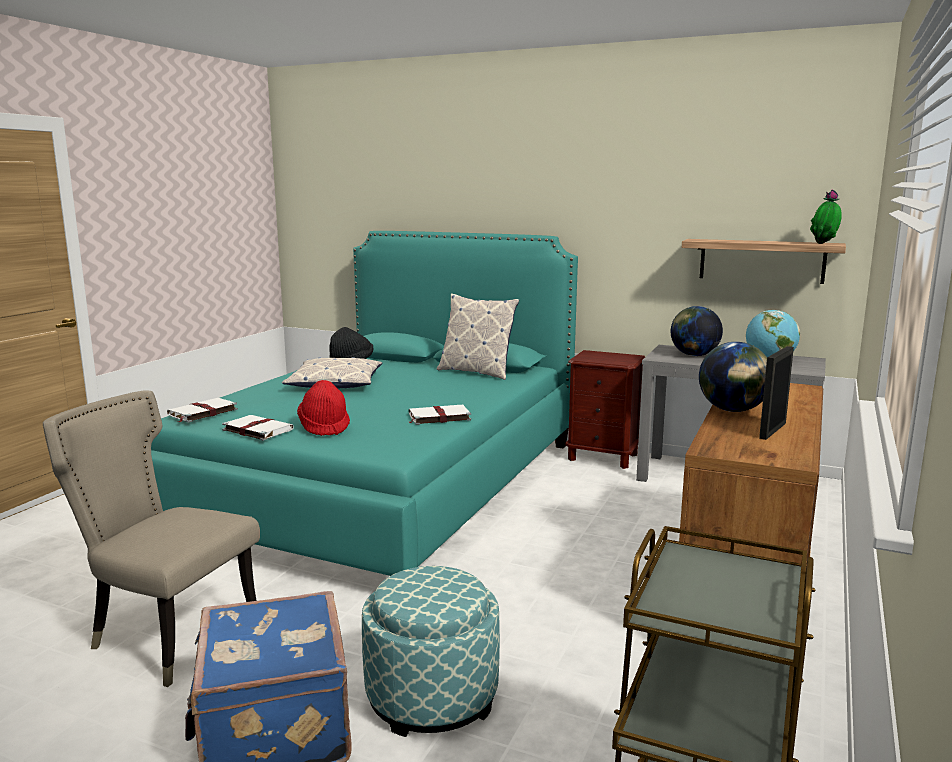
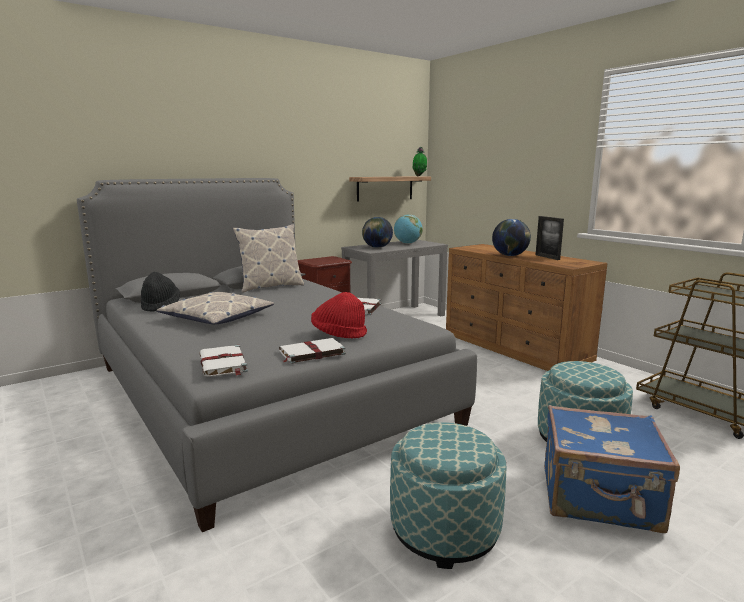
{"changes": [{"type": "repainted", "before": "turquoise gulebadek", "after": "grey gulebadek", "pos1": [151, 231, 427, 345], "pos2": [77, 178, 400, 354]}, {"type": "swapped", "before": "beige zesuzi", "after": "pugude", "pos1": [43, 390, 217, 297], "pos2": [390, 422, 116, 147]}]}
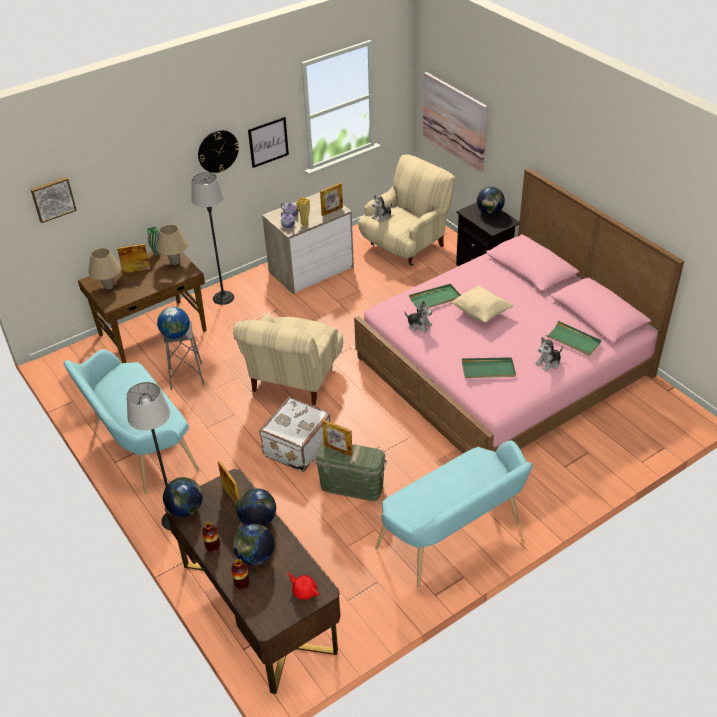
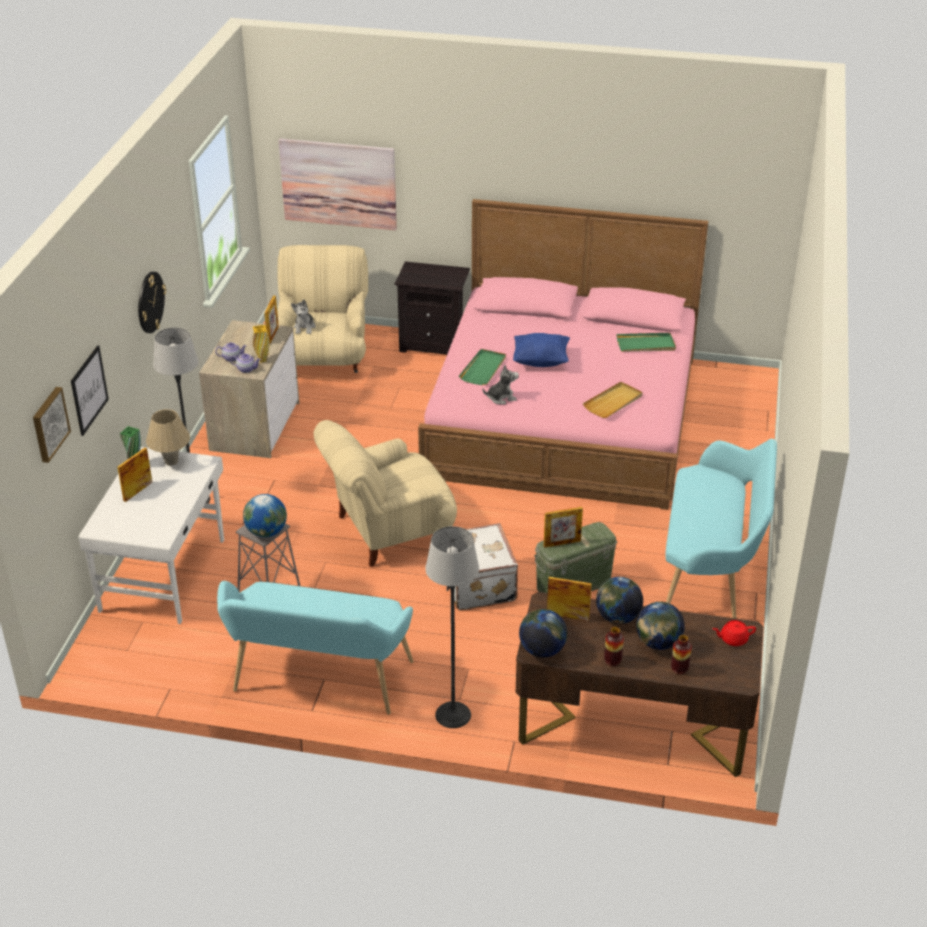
{"changes": [{"type": "shifted", "before": "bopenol", "pos1": [248, 117, 41, 51], "pos2": [71, 345, 38, 91]}, {"type": "repainted", "before": "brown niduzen", "after": "white niduzen", "pos1": [78, 251, 129, 112], "pos2": [79, 447, 145, 177]}, {"type": "rotated", "before": "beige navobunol", "pos1": [233, 313, 110, 92], "pos2": [313, 420, 144, 147], "turn": 90}, {"type": "repainted", "before": "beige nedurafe", "after": "blue nedurafe", "pos1": [451, 285, 63, 37], "pos2": [513, 333, 57, 34]}, {"type": "repainted", "before": "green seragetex", "after": "beige seragetex", "pos1": [462, 357, 54, 21], "pos2": [583, 382, 60, 36]}, {"type": "gone", "before": "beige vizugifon", "pos1": [88, 248, 33, 41]}, {"type": "gone", "before": "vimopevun", "pos1": [477, 187, 28, 28]}, {"type": "gone", "before": "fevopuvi", "pos1": [535, 337, 28, 34]}]}
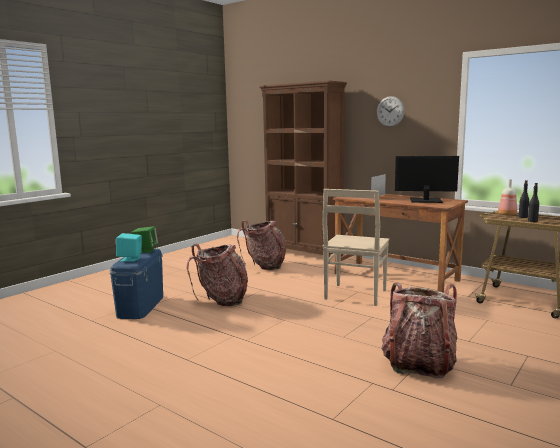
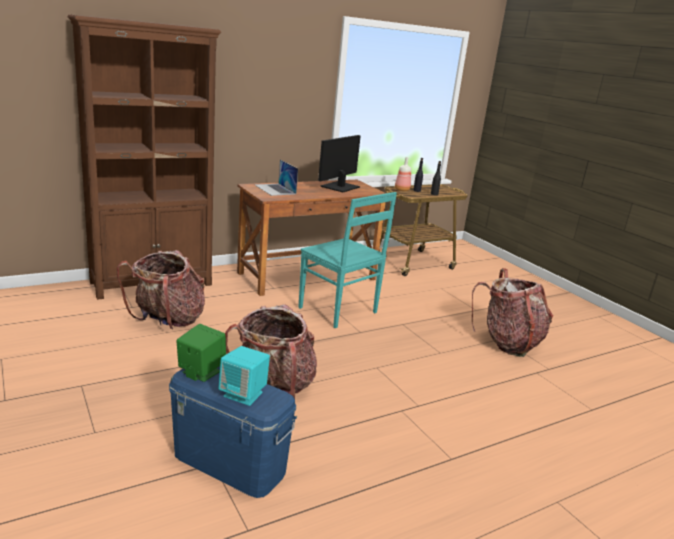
{"changes": [{"type": "repainted", "before": "beige zesuzi", "after": "turquoise zesuzi", "pos1": [322, 189, 67, 117], "pos2": [298, 192, 99, 136]}, {"type": "gone", "before": "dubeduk", "pos1": [377, 96, 27, 31]}]}
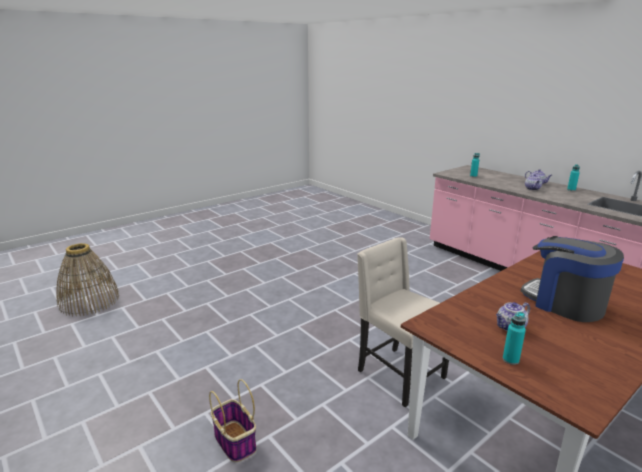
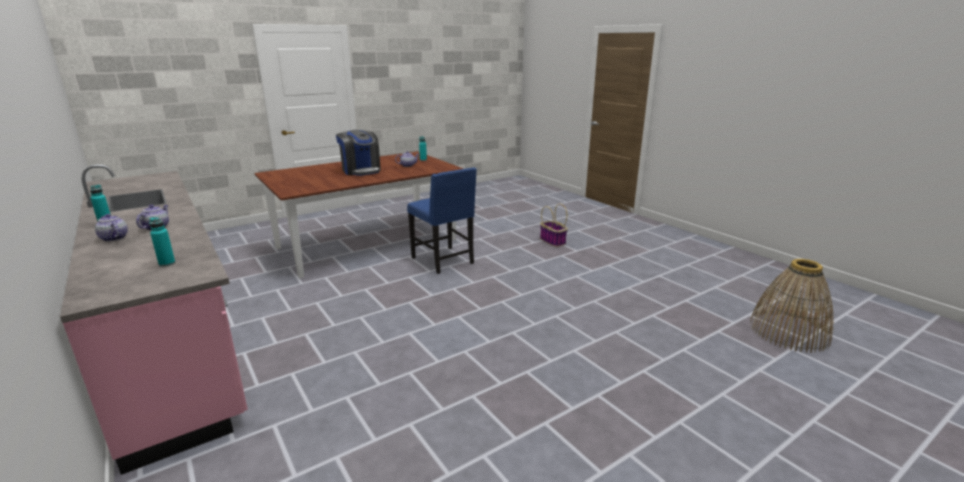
{"changes": [{"type": "repainted", "before": "beige zesuzi", "after": "blue zesuzi", "pos1": [357, 237, 92, 170], "pos2": [407, 167, 70, 107]}]}
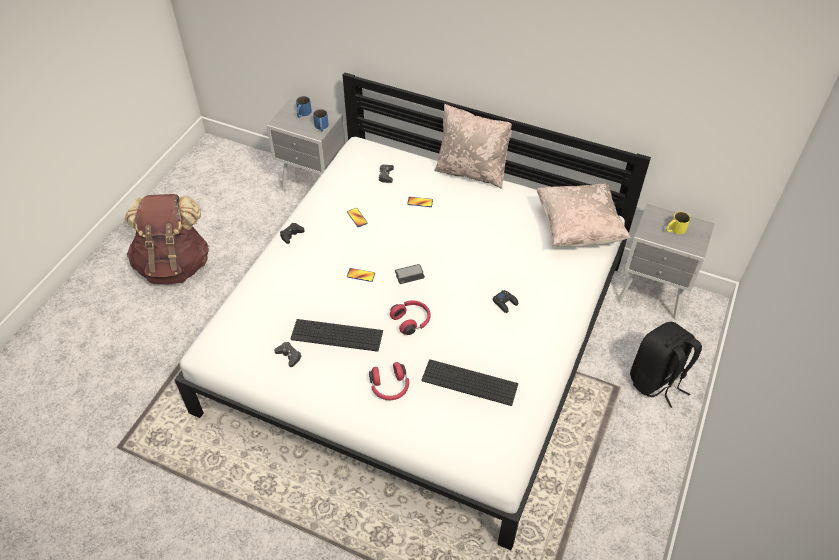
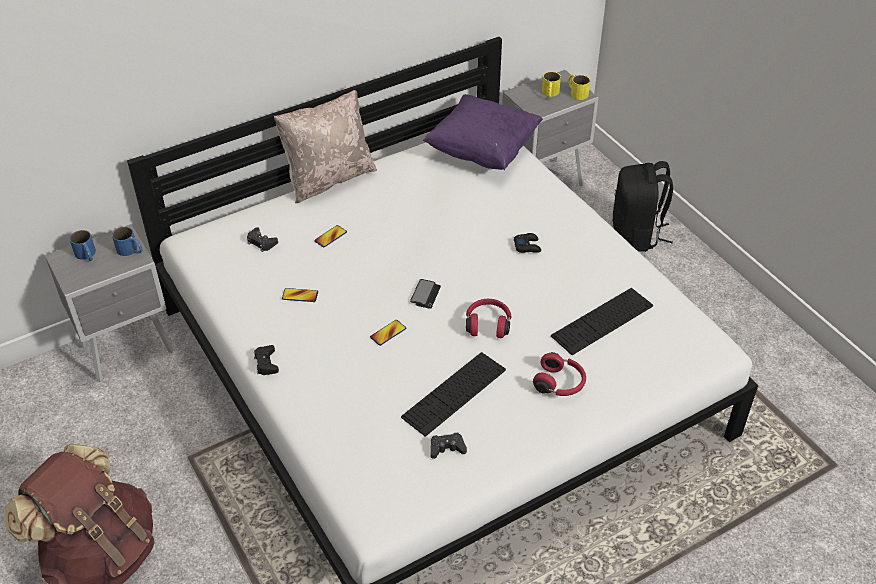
{"changes": [{"type": "repainted", "before": "beige nedurafe", "after": "purple nedurafe", "pos1": [536, 183, 95, 64], "pos2": [423, 94, 120, 76]}, {"type": "new", "after": "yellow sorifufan", "pos2": [568, 74, 22, 26]}]}
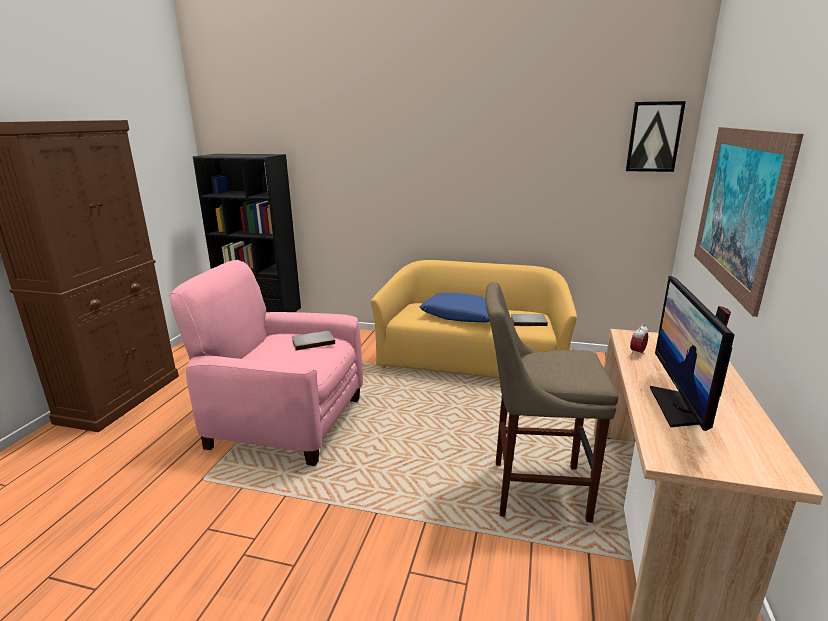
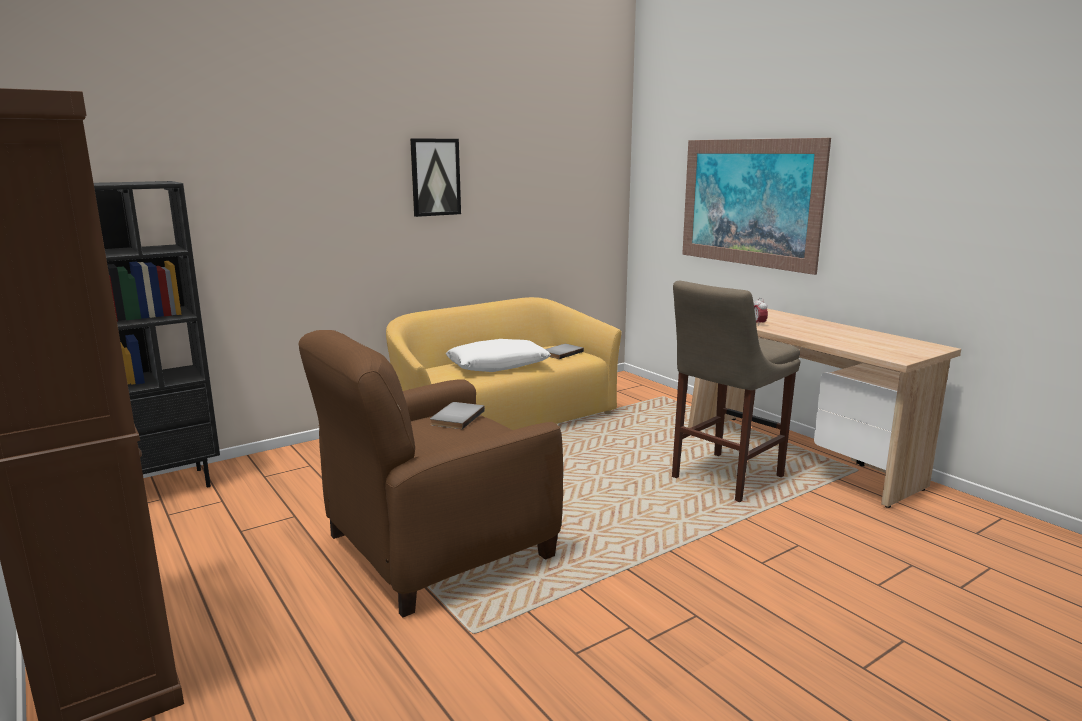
{"changes": [{"type": "repainted", "before": "pink navobunol", "after": "brown navobunol", "pos1": [169, 260, 194, 206], "pos2": [298, 330, 265, 288]}, {"type": "shifted", "before": "bopenol", "pos1": [626, 101, 60, 71], "pos2": [410, 138, 51, 79]}, {"type": "repainted", "before": "blue nedurafe", "after": "white nedurafe", "pos1": [420, 293, 70, 29], "pos2": [446, 339, 105, 33]}, {"type": "gone", "before": "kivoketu", "pos1": [650, 276, 85, 155]}]}
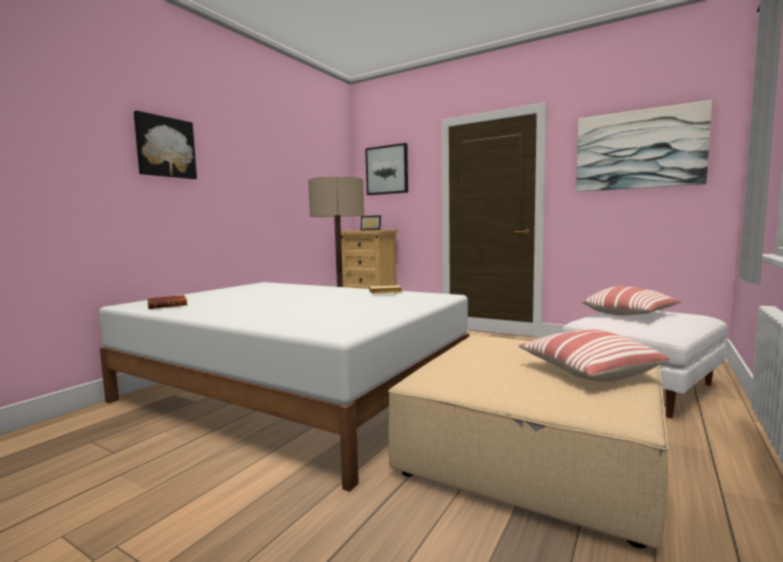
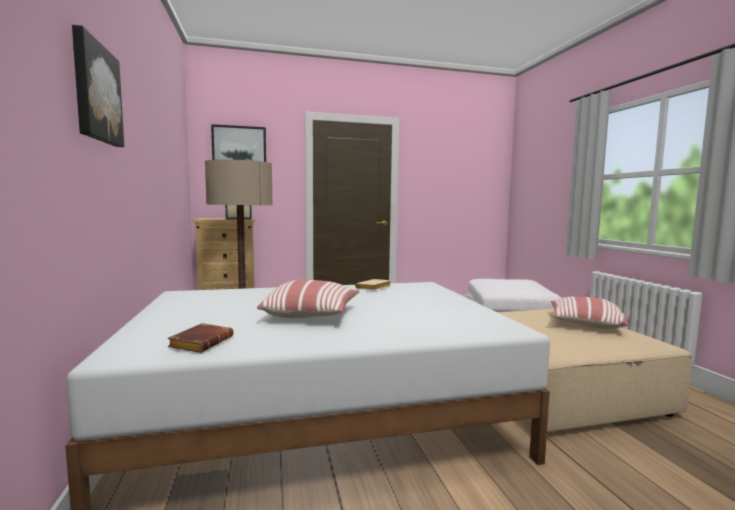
{"changes": [{"type": "shifted", "before": "nedurafe", "pos1": [582, 286, 100, 29], "pos2": [257, 280, 102, 38]}, {"type": "gone", "before": "bopenol", "pos1": [576, 100, 136, 92]}]}
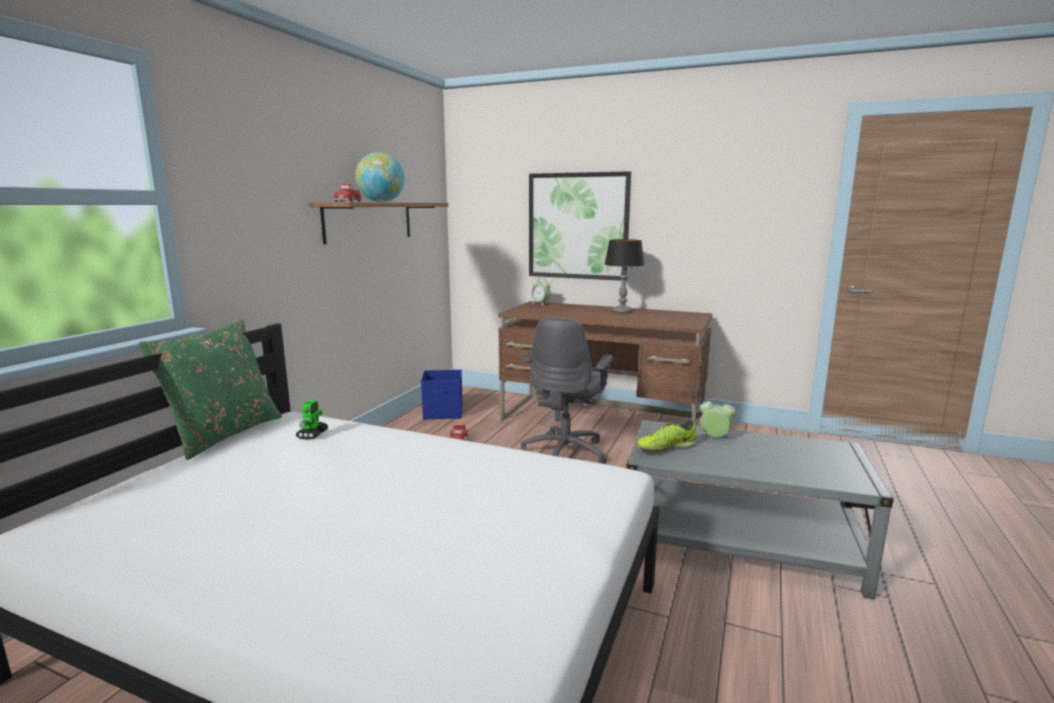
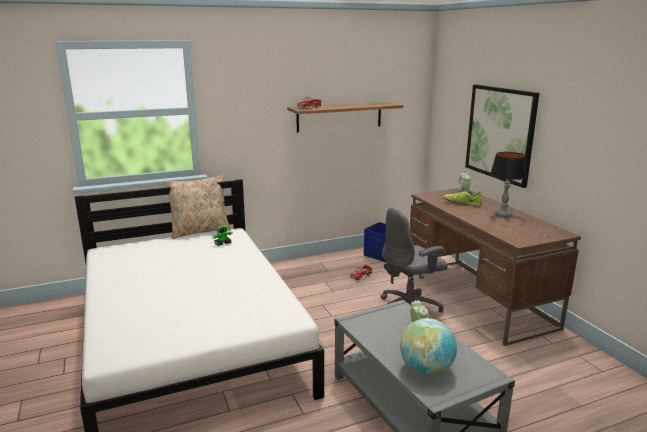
{"changes": [{"type": "repainted", "before": "green nedurafe", "after": "beige nedurafe", "pos1": [138, 319, 144, 141], "pos2": [164, 174, 67, 65]}, {"type": "shifted", "before": "vimopevun", "pos1": [355, 152, 50, 50], "pos2": [400, 318, 57, 58]}, {"type": "shifted", "before": "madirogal", "pos1": [636, 419, 60, 33], "pos2": [444, 190, 38, 16]}]}
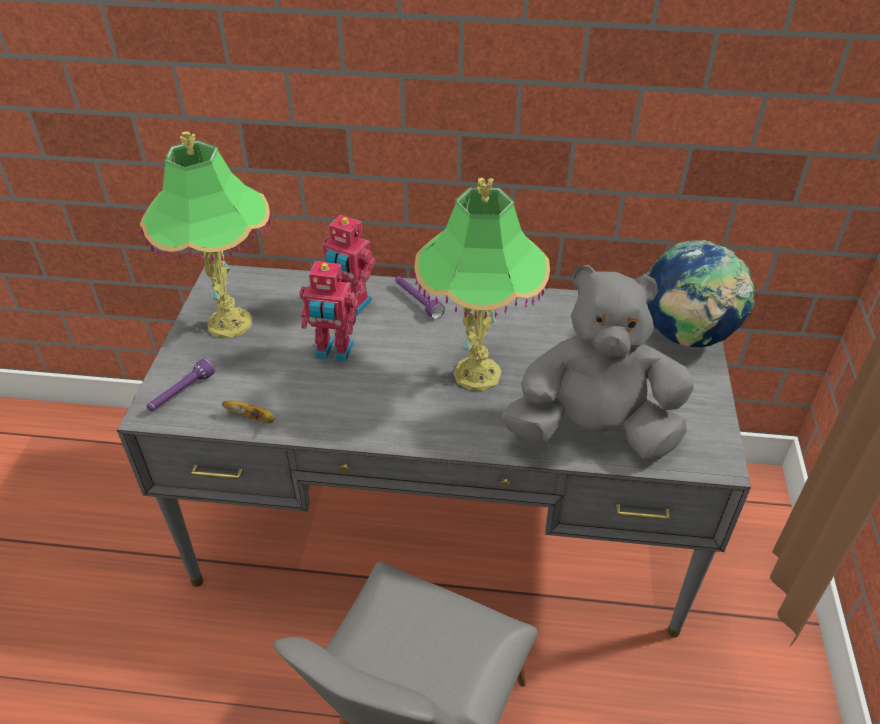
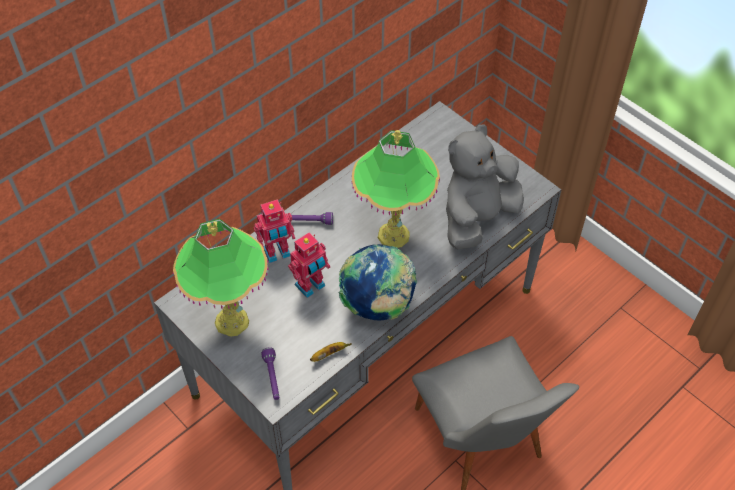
{"changes": [{"type": "shifted", "before": "vimopevun", "pos1": [646, 240, 110, 107], "pos2": [338, 244, 79, 76]}]}
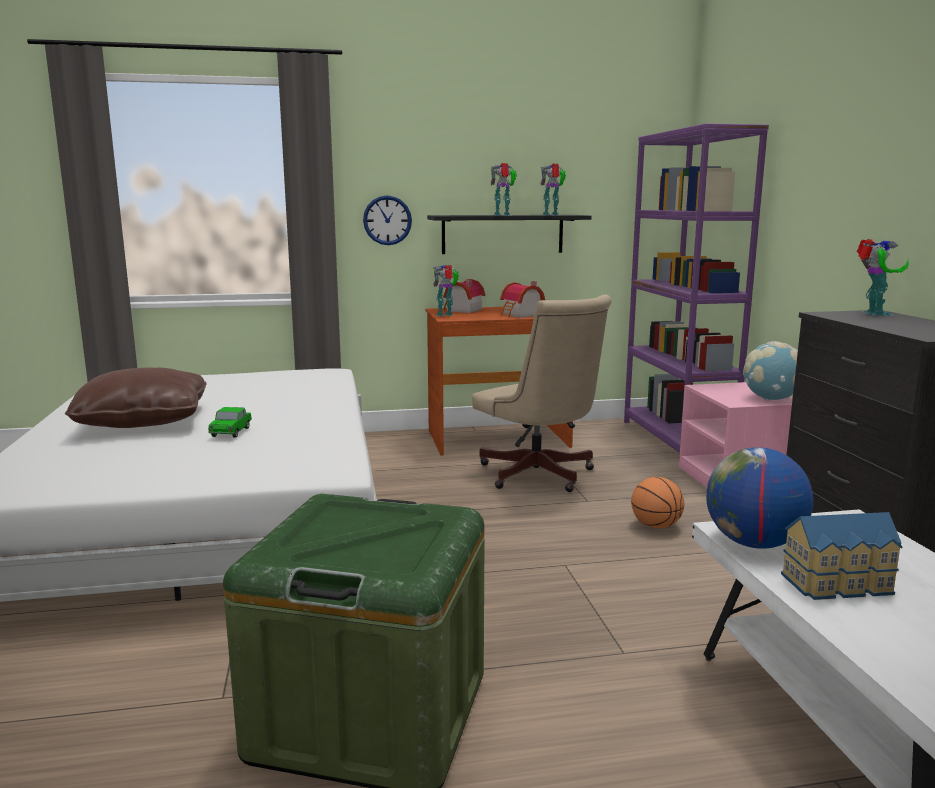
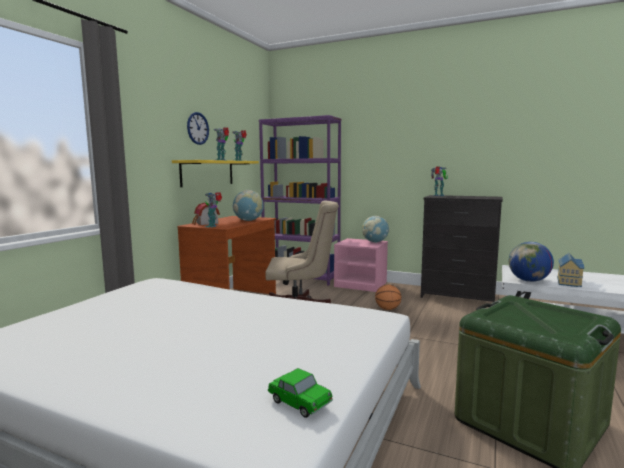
{"changes": [{"type": "repainted", "before": "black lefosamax", "after": "yellow lefosamax", "pos1": [427, 215, 164, 39], "pos2": [172, 160, 87, 27]}, {"type": "shifted", "before": "dubeduk", "pos1": [363, 195, 49, 50], "pos2": [187, 112, 22, 33]}, {"type": "swapped", "before": "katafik", "after": "vimopevun", "pos1": [500, 281, 45, 37], "pos2": [232, 190, 32, 31]}, {"type": "shifted", "before": "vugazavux", "pos1": [208, 407, 44, 31], "pos2": [268, 368, 65, 50]}, {"type": "gone", "before": "brown nedurafe", "pos1": [65, 368, 142, 60]}]}
